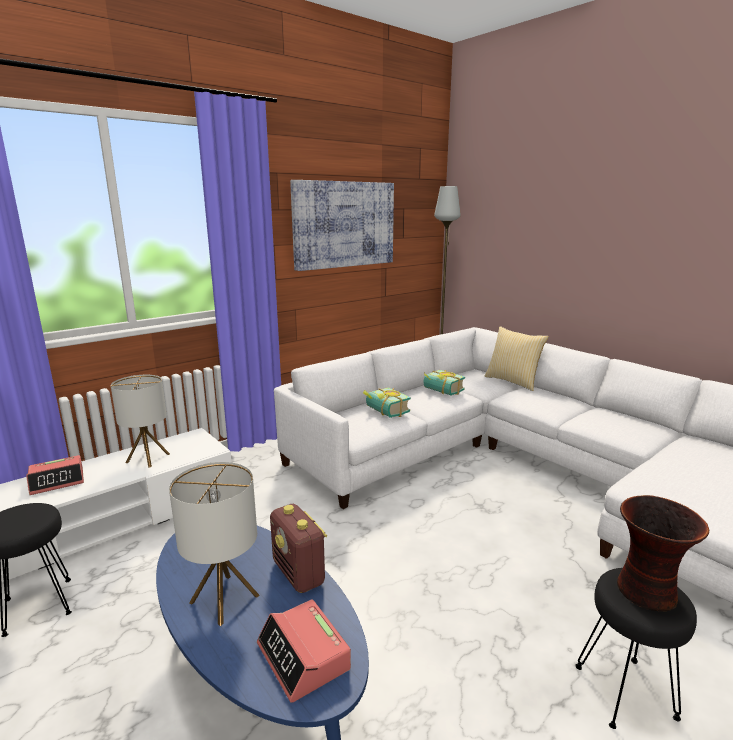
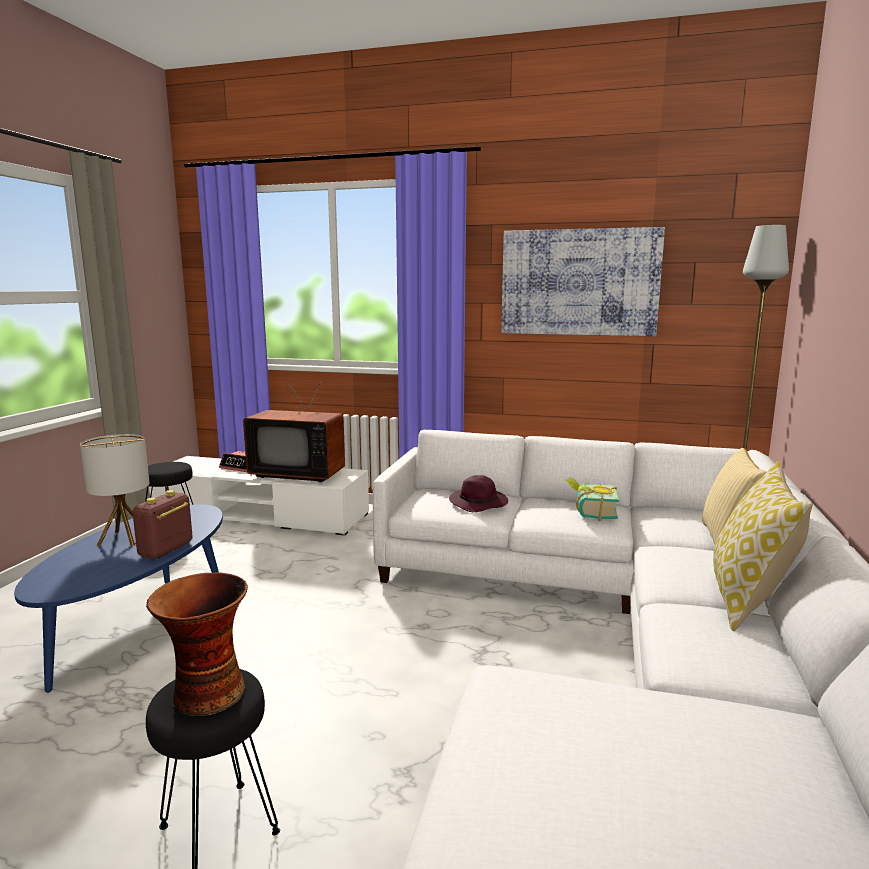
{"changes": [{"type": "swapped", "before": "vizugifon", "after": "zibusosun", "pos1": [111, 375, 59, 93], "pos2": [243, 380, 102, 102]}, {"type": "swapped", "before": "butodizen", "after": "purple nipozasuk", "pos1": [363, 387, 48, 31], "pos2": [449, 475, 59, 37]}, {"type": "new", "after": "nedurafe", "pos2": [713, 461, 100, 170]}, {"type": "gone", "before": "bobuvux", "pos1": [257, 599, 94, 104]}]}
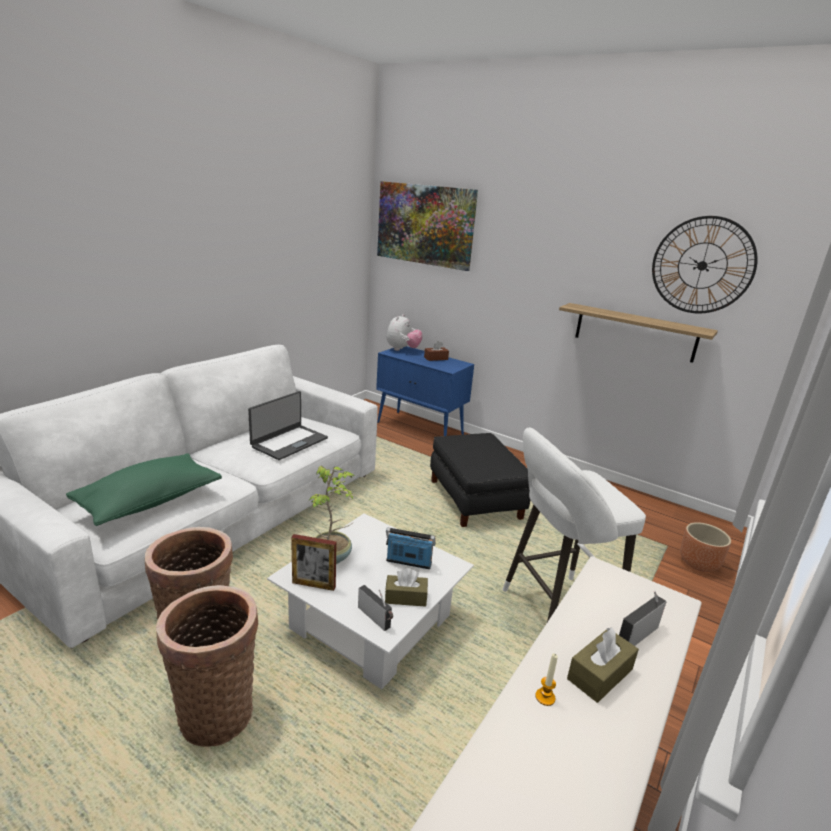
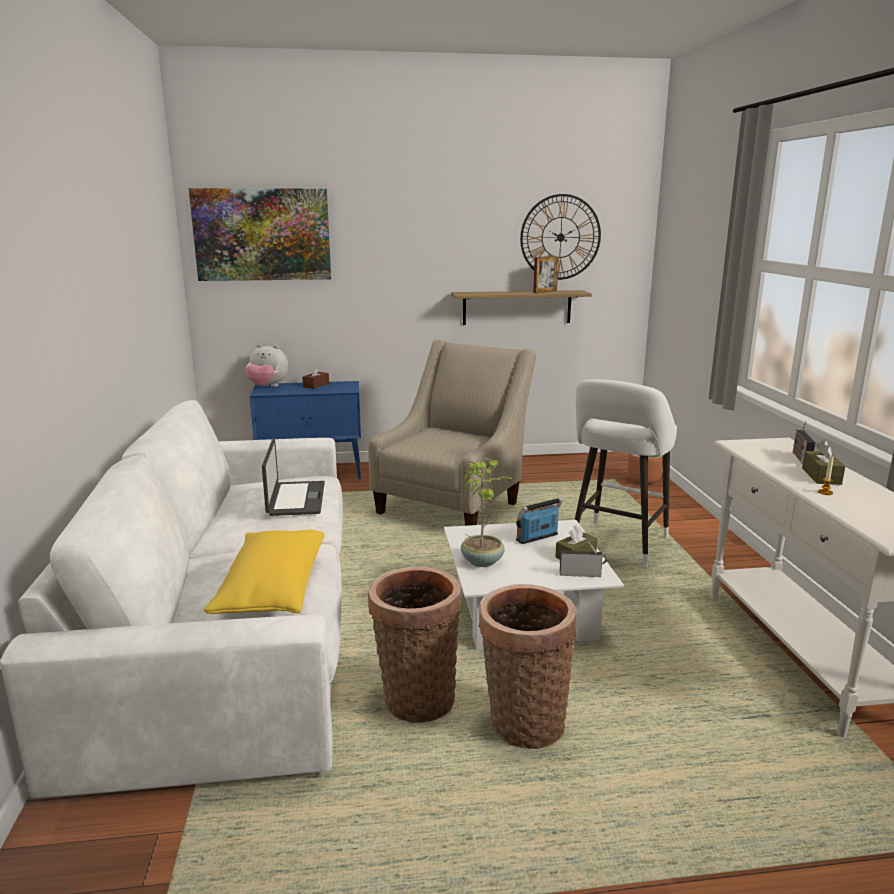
{"changes": [{"type": "repainted", "before": "green nedurafe", "after": "yellow nedurafe", "pos1": [66, 453, 156, 73], "pos2": [204, 529, 120, 85]}, {"type": "rotated", "before": "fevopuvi", "pos1": [387, 314, 36, 37], "pos2": [245, 344, 43, 43], "turn": 120}, {"type": "swapped", "before": "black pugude", "after": "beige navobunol", "pos1": [430, 433, 100, 94], "pos2": [368, 340, 168, 186]}, {"type": "shifted", "before": "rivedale", "pos1": [291, 534, 46, 57], "pos2": [533, 256, 26, 37]}]}
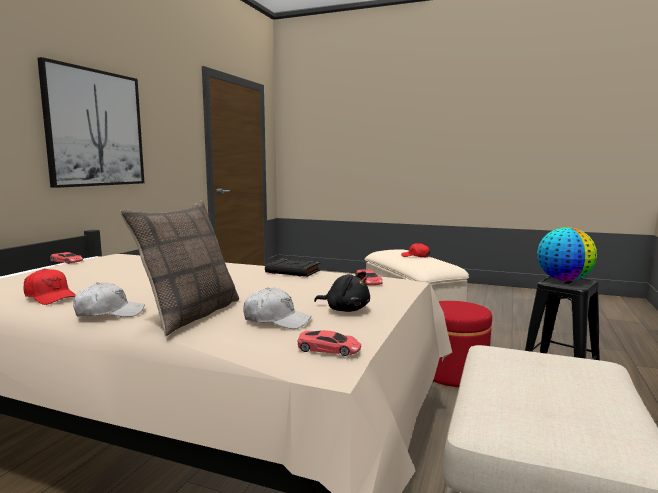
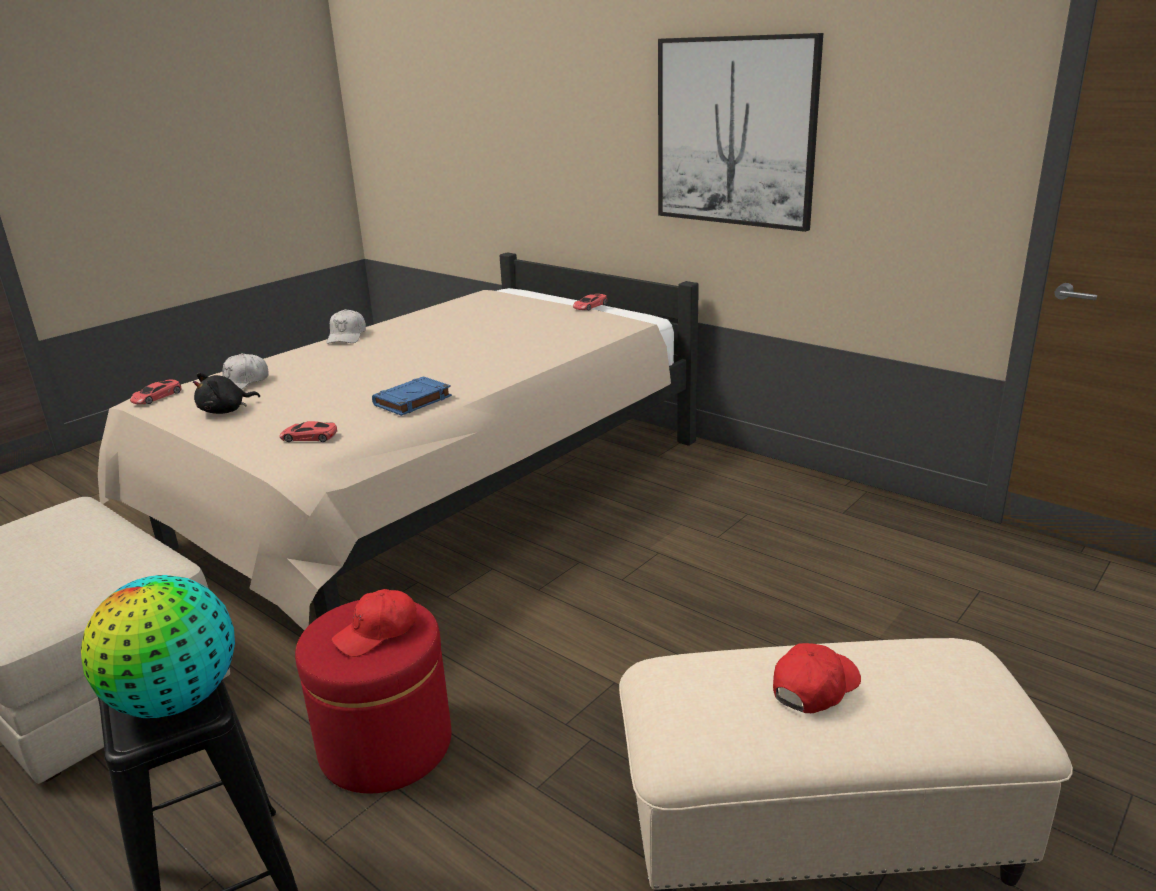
{"changes": [{"type": "shifted", "before": "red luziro", "pos1": [24, 268, 52, 37], "pos2": [331, 589, 85, 68]}, {"type": "repainted", "before": "black butodizen", "after": "blue butodizen", "pos1": [265, 259, 56, 18], "pos2": [372, 376, 80, 40]}, {"type": "gone", "before": "nedurafe", "pos1": [120, 200, 119, 136]}]}
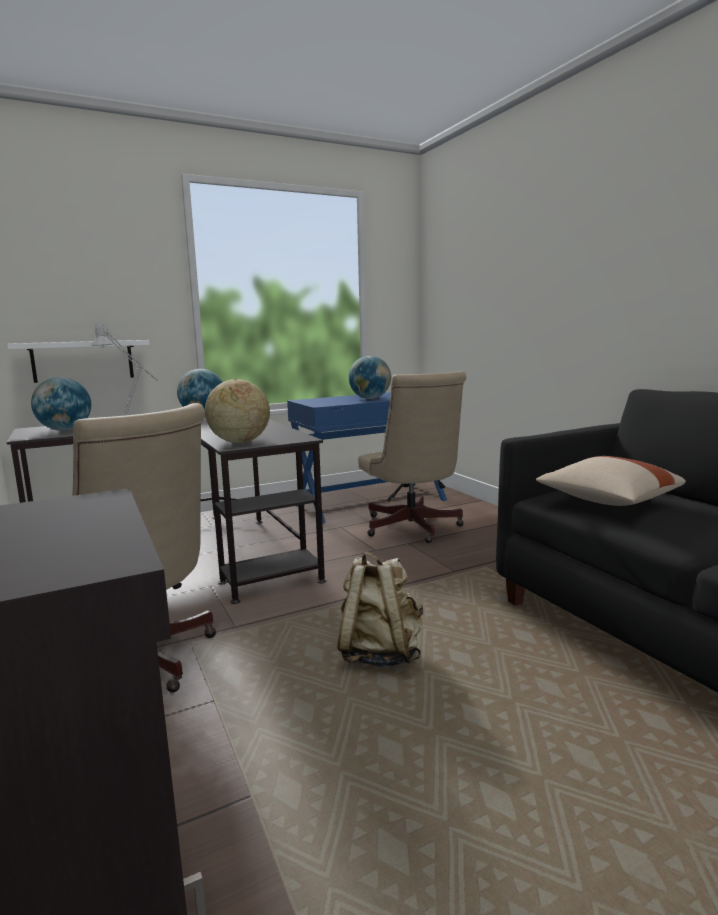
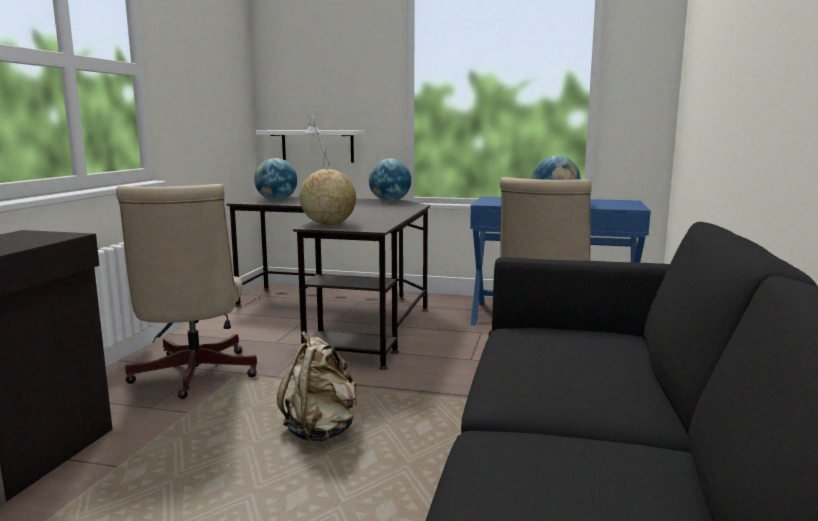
{"changes": [{"type": "gone", "before": "beige nedurafe", "pos1": [536, 456, 150, 50]}]}
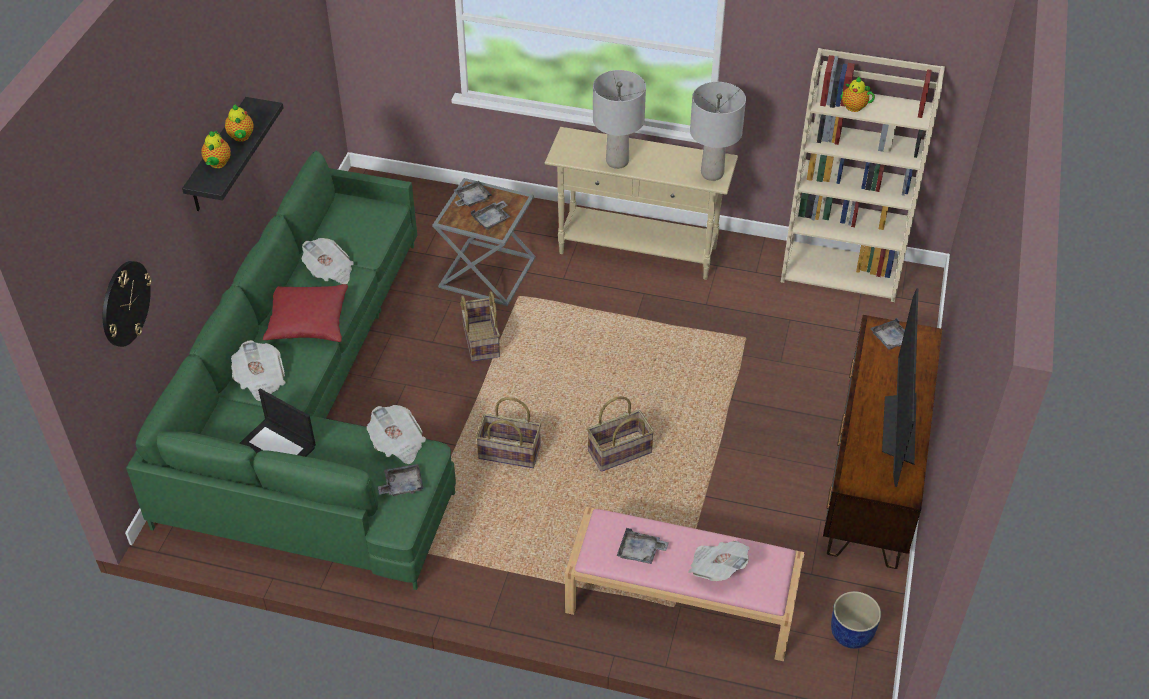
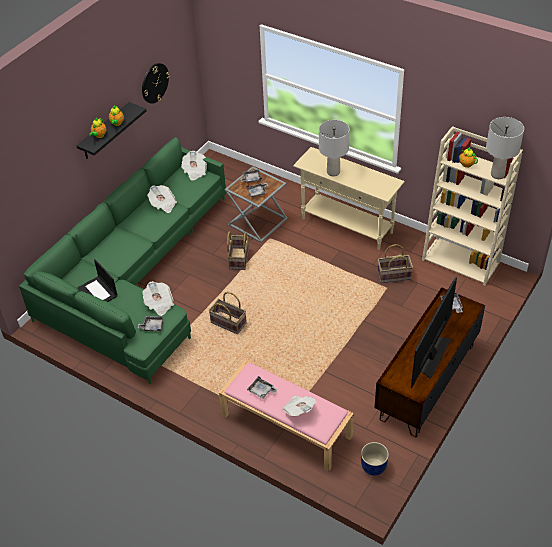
{"changes": [{"type": "shifted", "before": "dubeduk", "pos1": [103, 261, 49, 86], "pos2": [142, 63, 28, 41]}, {"type": "shifted", "before": "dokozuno", "pos1": [231, 340, 55, 61], "pos2": [181, 151, 26, 30]}, {"type": "shifted", "before": "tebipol", "pos1": [587, 396, 67, 75], "pos2": [377, 244, 36, 39]}, {"type": "shifted", "before": "grey vizugifon", "pos1": [690, 82, 56, 99], "pos2": [486, 117, 38, 62]}, {"type": "gone", "before": "red nedurafe", "pos1": [263, 284, 85, 58]}]}
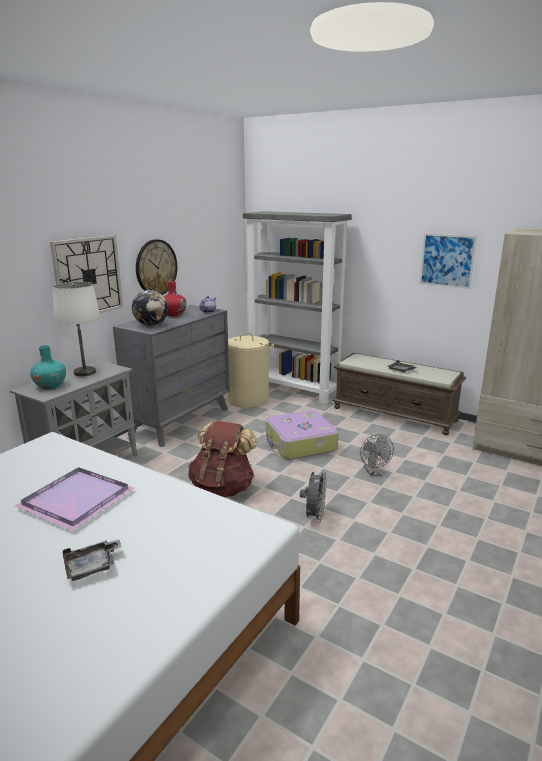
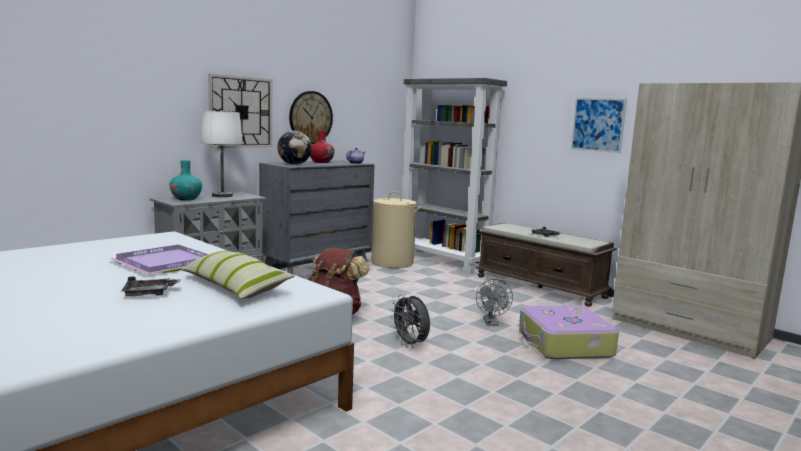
{"changes": [{"type": "new", "after": "nedurafe", "pos2": [180, 251, 115, 48]}, {"type": "rotated", "before": "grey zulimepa", "pos1": [300, 470, 27, 52], "pos2": [390, 294, 40, 54], "turn": 120}, {"type": "shifted", "before": "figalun", "pos1": [265, 410, 74, 50], "pos2": [519, 306, 100, 53]}]}
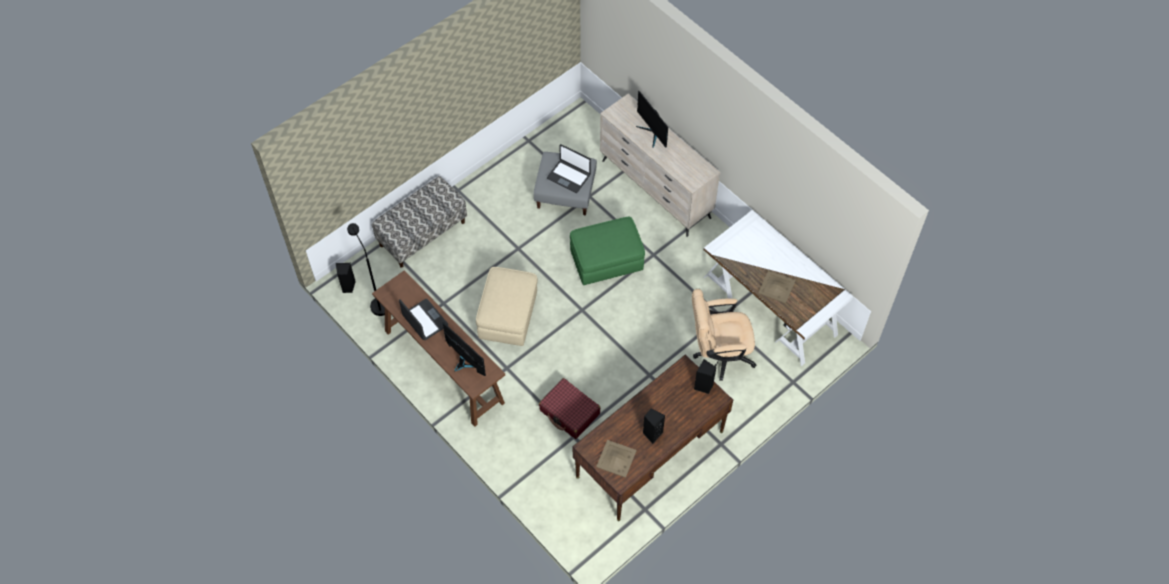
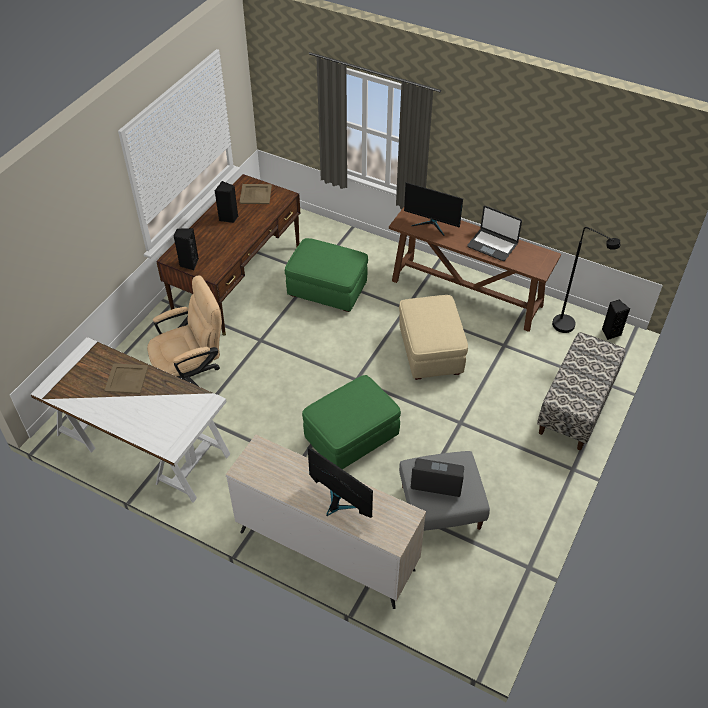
{"changes": [{"type": "swapped", "before": "red figalun", "after": "green pugude", "pos1": [539, 378, 61, 61], "pos2": [285, 238, 83, 74]}]}
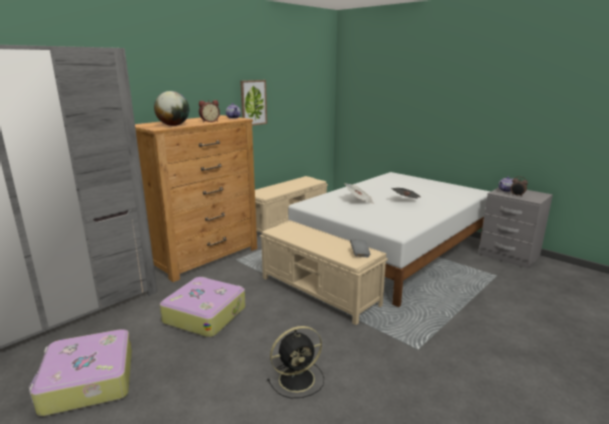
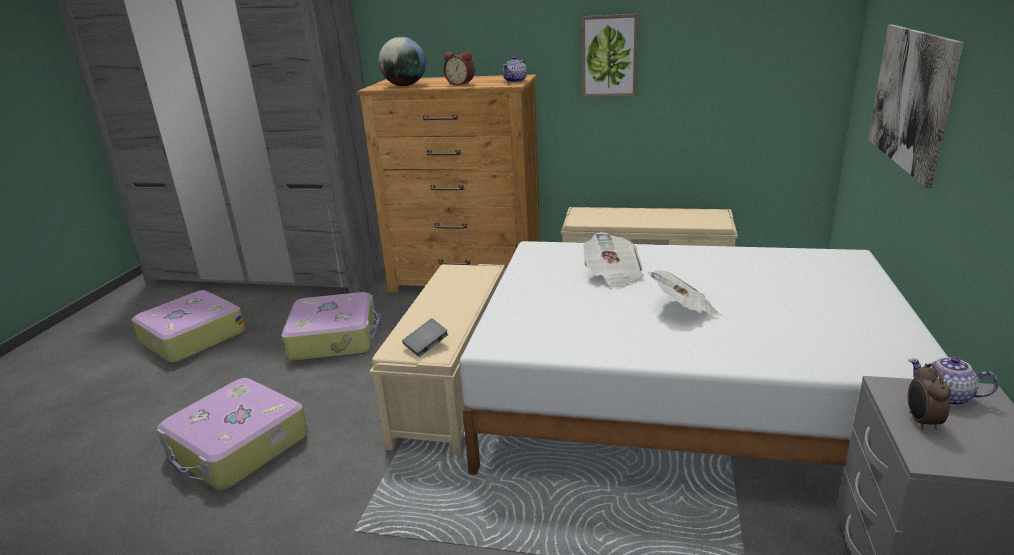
{"changes": [{"type": "swapped", "before": "black zulimepa", "after": "figalun", "pos1": [267, 326, 57, 72], "pos2": [157, 378, 151, 112]}, {"type": "new", "after": "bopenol", "pos2": [868, 24, 96, 164]}]}
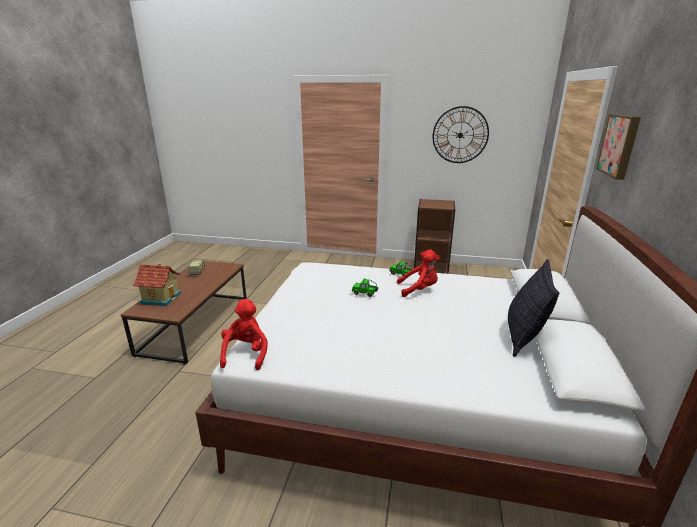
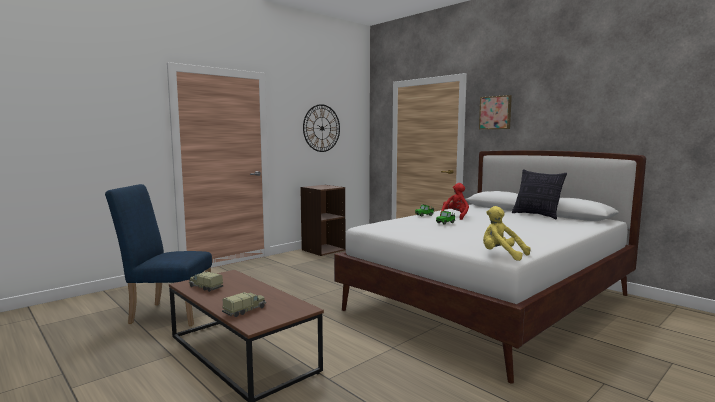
{"changes": [{"type": "new", "after": "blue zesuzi", "pos2": [105, 184, 107, 142]}, {"type": "swapped", "before": "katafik", "after": "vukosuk", "pos1": [133, 264, 48, 42], "pos2": [222, 292, 44, 25]}, {"type": "repainted", "before": "red fevopuvi", "after": "yellow fevopuvi", "pos1": [220, 299, 48, 71], "pos2": [483, 206, 47, 55]}]}
